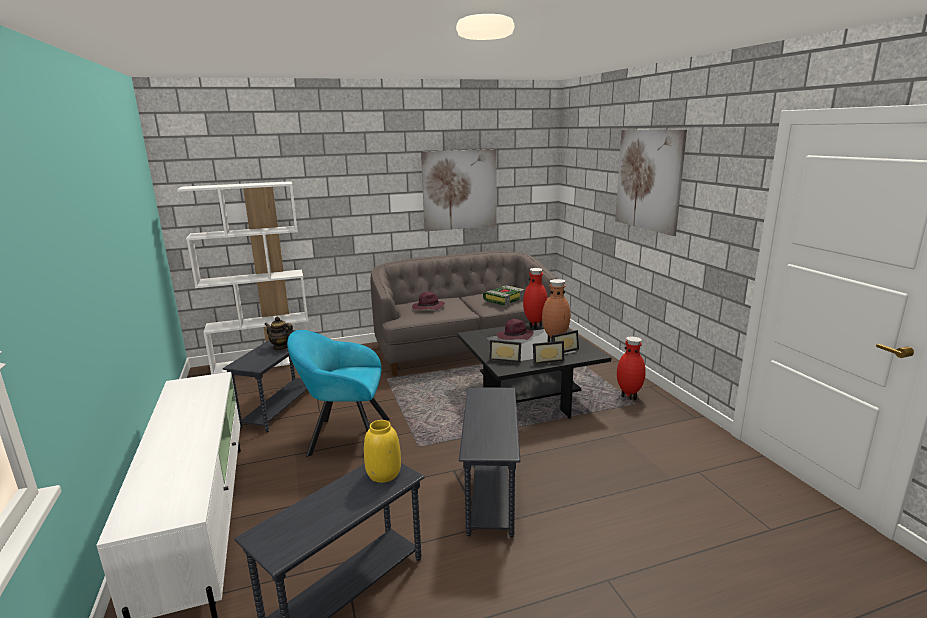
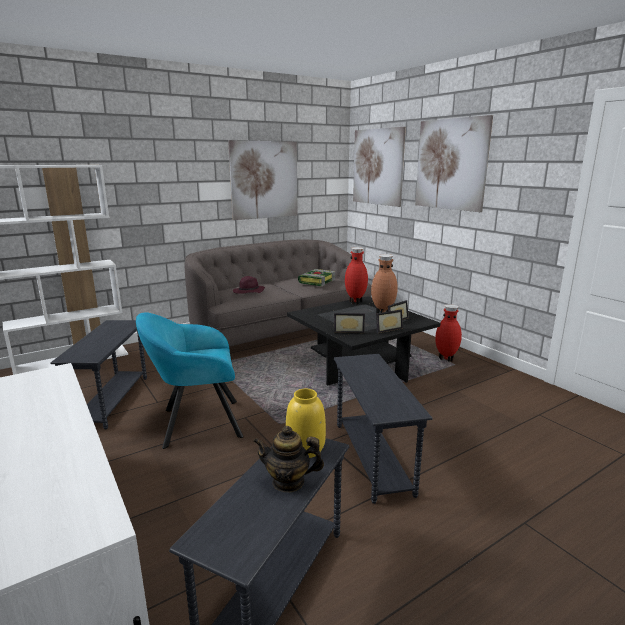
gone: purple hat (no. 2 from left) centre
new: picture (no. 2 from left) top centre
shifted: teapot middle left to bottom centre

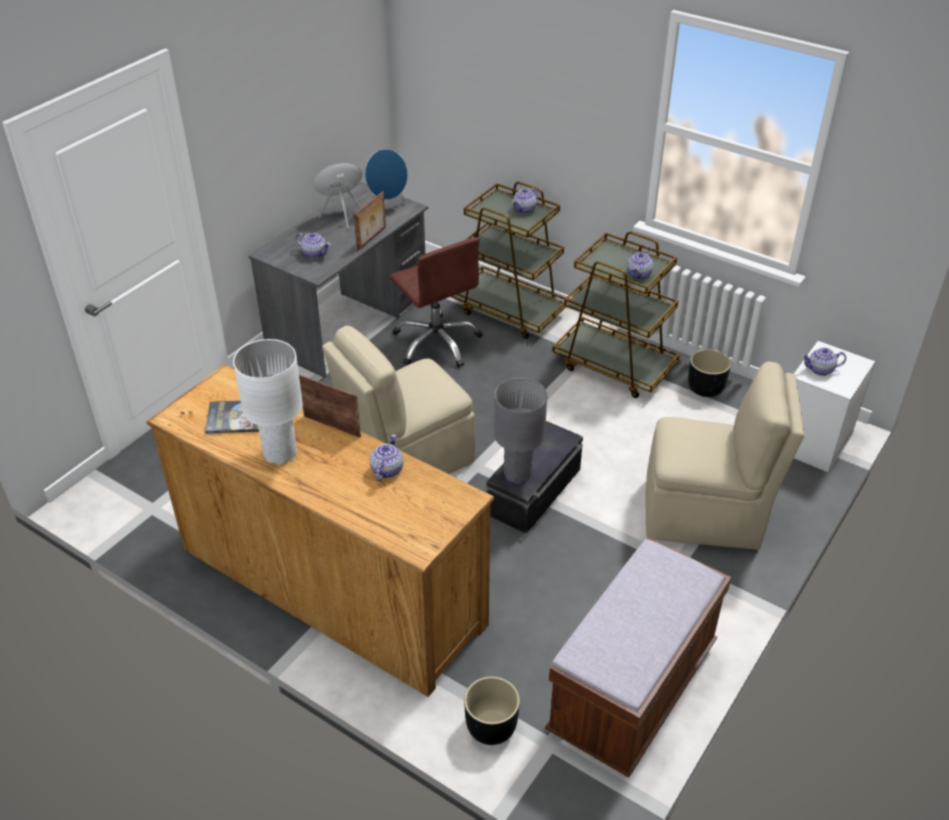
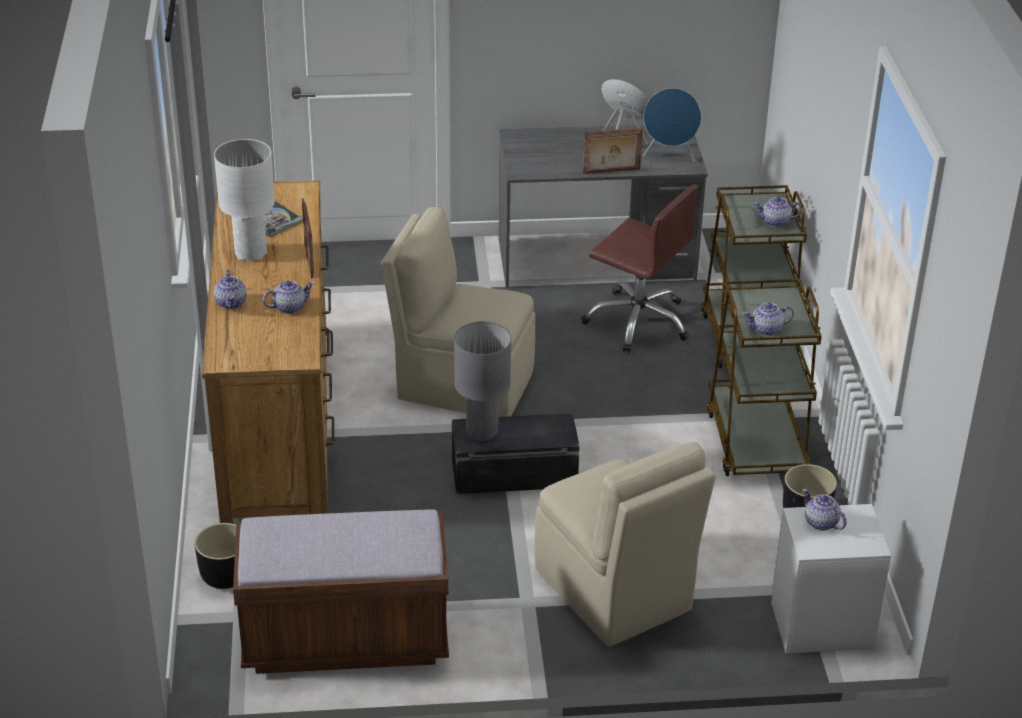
shifted: teapot (no. 1 from left) top left to middle left
rotated: brown office chair centre = centre 75 degrees counterclockwise

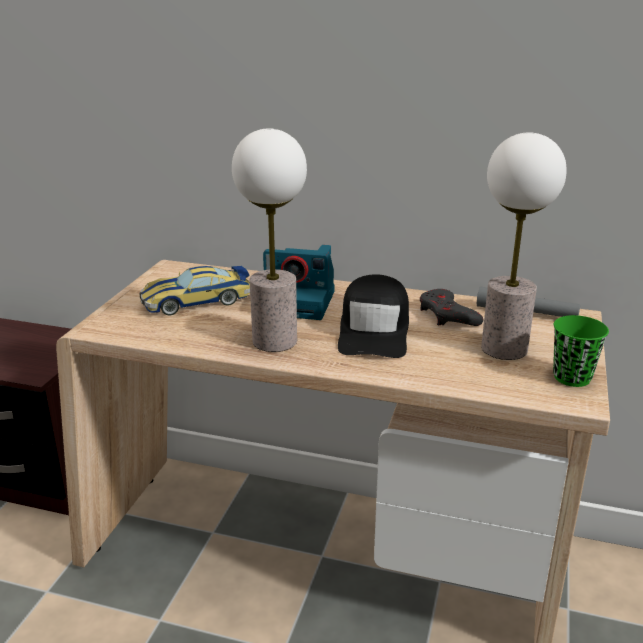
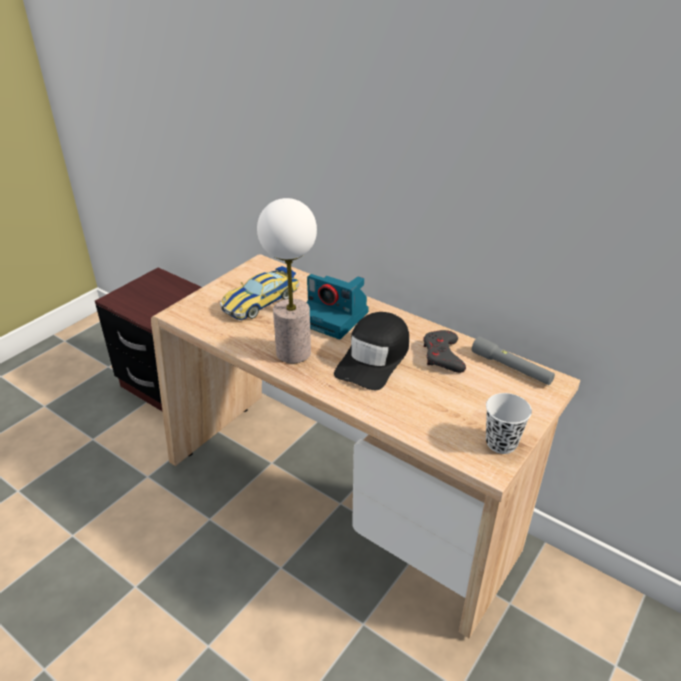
gone: table lamp (no. 2 from left) middle right
repainted: green cup middle right to white cup middle right
rotated: toy car middle left = centre 45 degrees counterclockwise

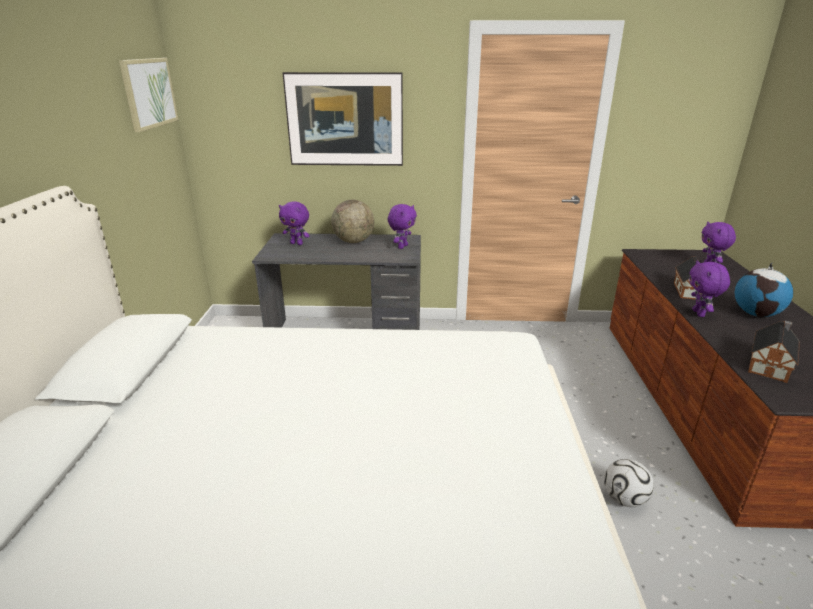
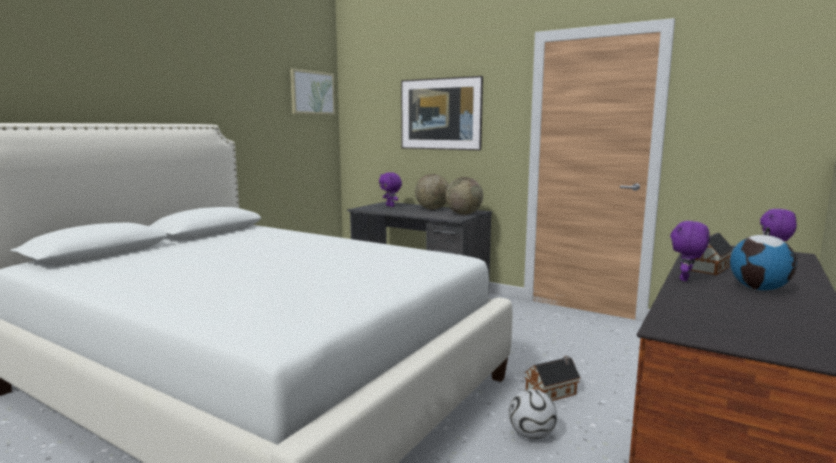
shifted: toy house (no. 2 from left in the first image) middle right to toy house (no. 1 from left) bottom centre
swapped: purple plush toy (no. 2 from left) centre to globe (no. 2 from left) centre

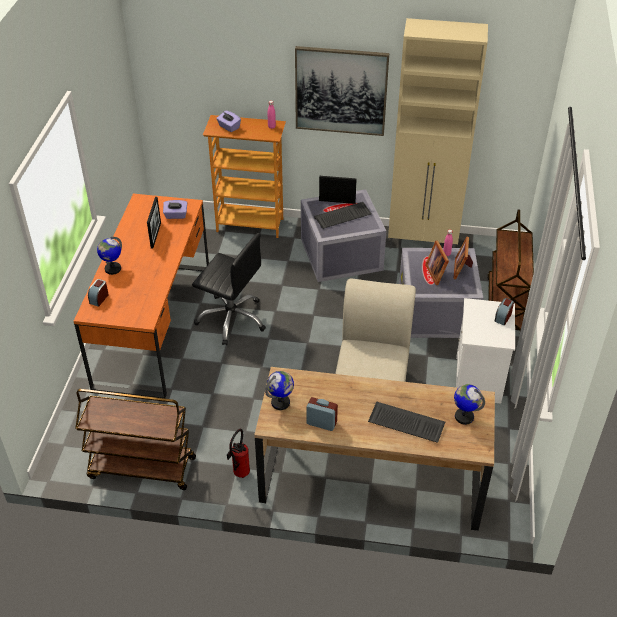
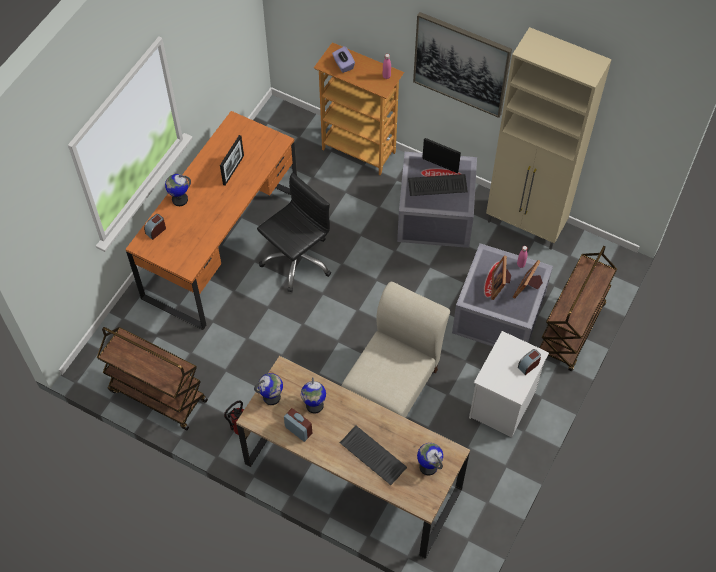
gone: purple tissue box (no. 1 from left) middle left
new: globe (no. 3 from left) bottom centre
rotated: black office chair centre = centre 90 degrees counterclockwise

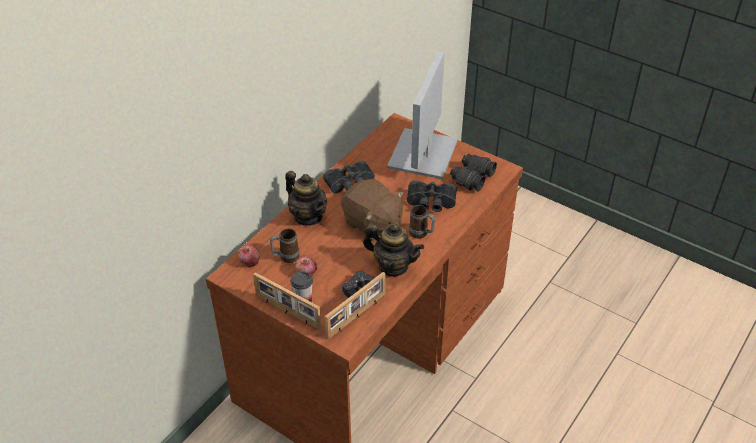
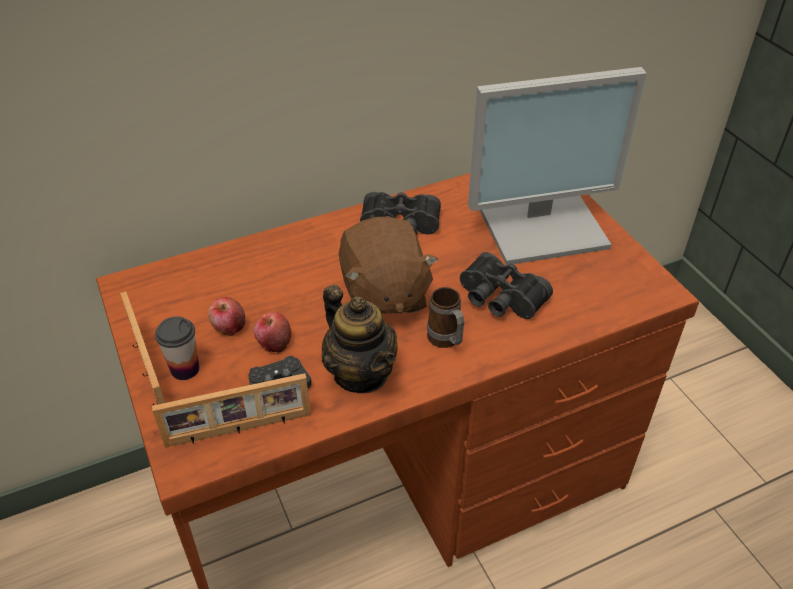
gone: black binoculars (no. 3 from left) centre; teapot (no. 1 from left) centre; mug (no. 1 from left) centre
shifted: apple (no. 1 from left in the first image) middle left to apple (no. 2 from left) centre
rotated: monitor top centre = top right 150 degrees counterclockwise

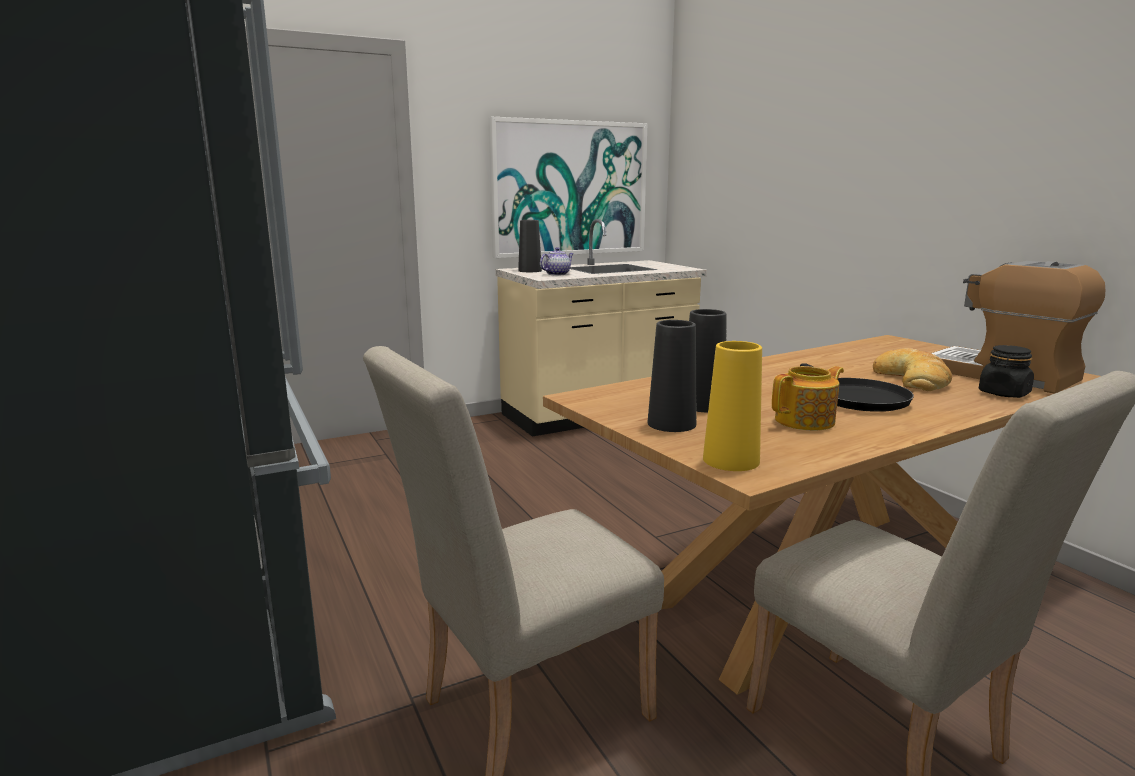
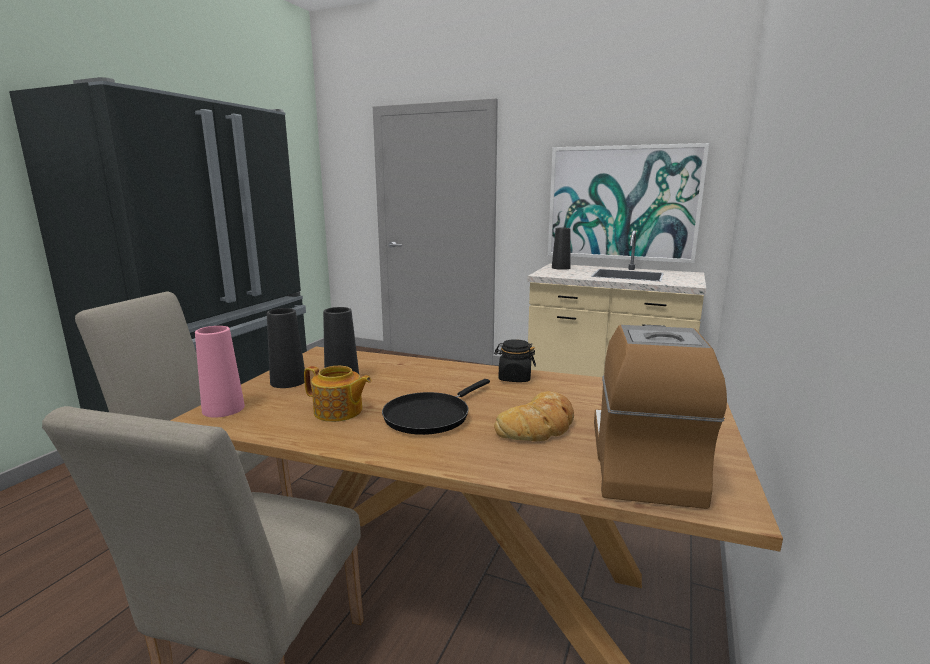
gone: teapot (no. 1 from left) centre
shifted: black jar middle right to centre
repainted: yellow vase centre to pink vase middle left

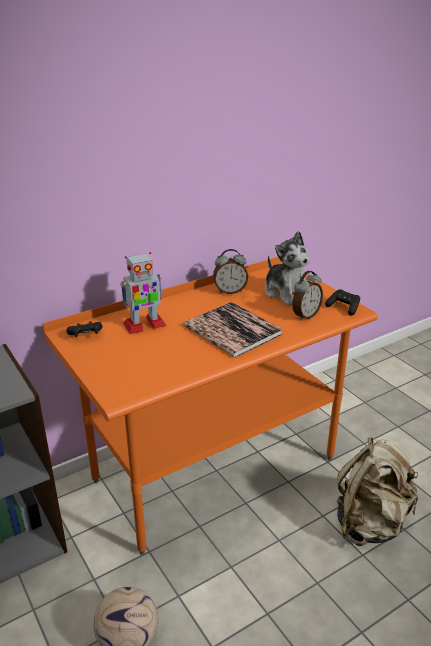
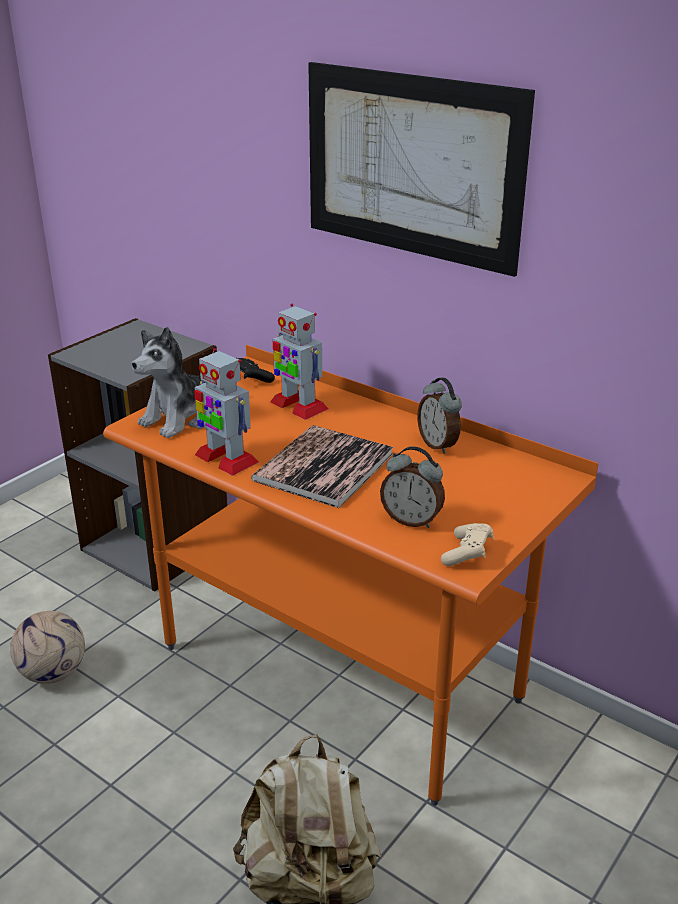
new: picture top centre; toy robot (no. 1 from left) centre
shifted: plush toy centre to middle left
repainted: black game controller (no. 2 from left) middle right to beige game controller middle right

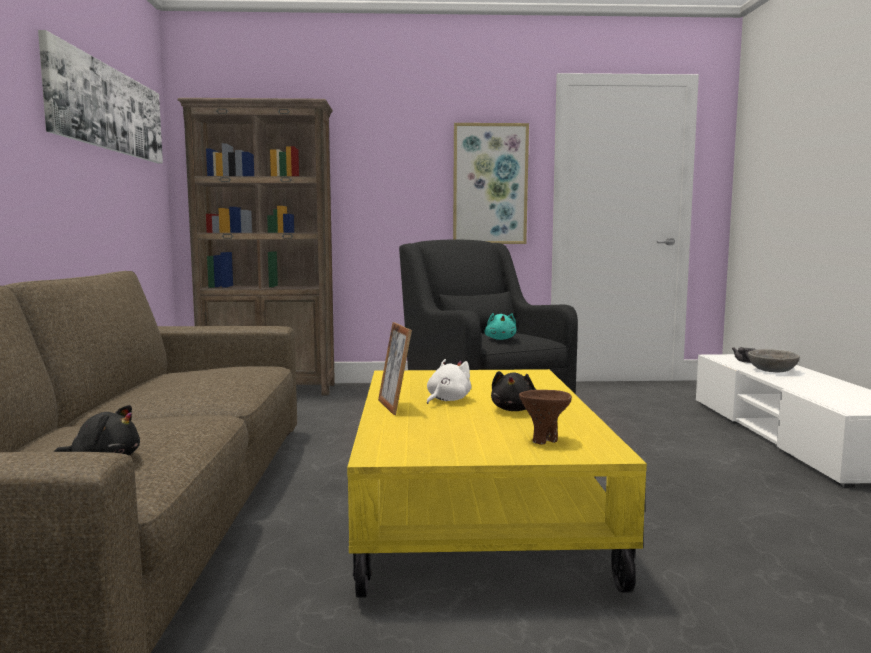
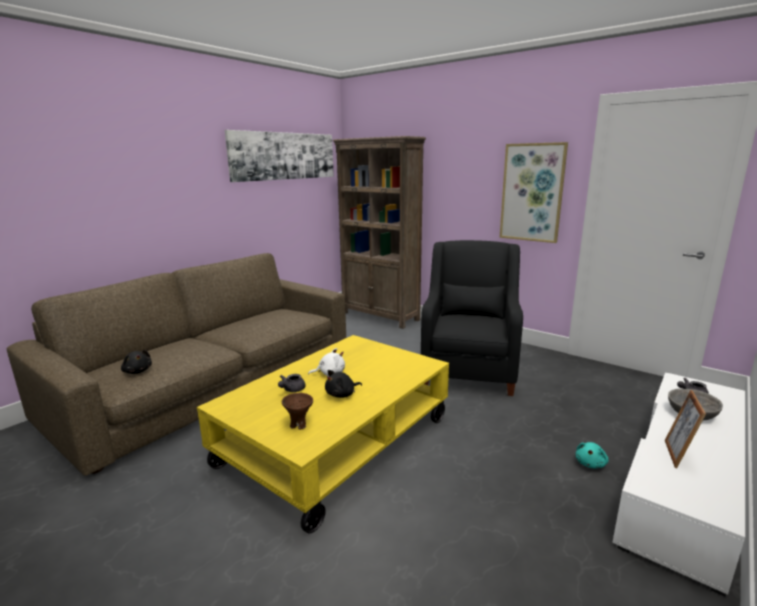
new: grey teapot (no. 1 from left) centre
shifted: turquoise plush toy centre to bottom right; picture frame centre to bottom right

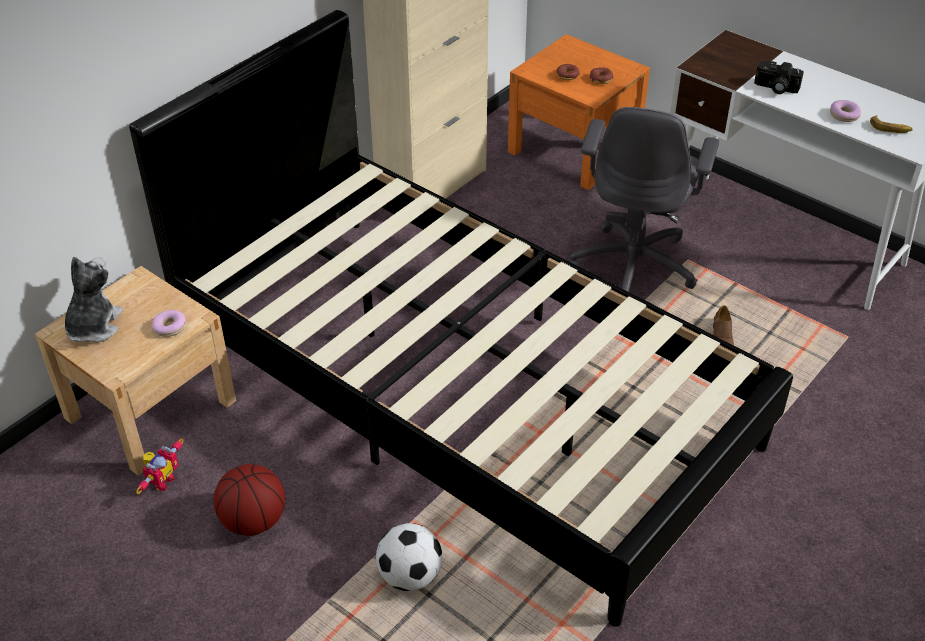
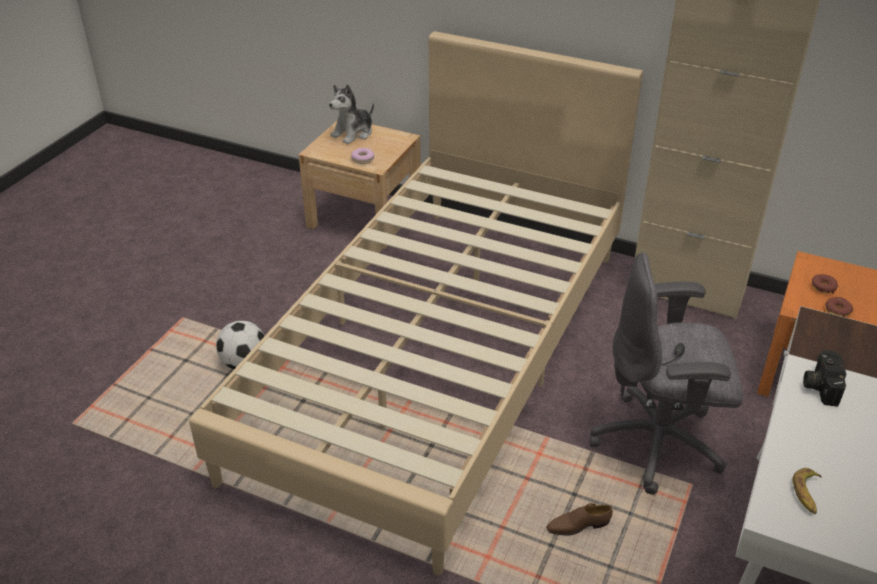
gone: donut (no. 4 from left) top right; toy robot bottom left; basketball bottom left
repainted: black bed centre to beige bed centre
rotated: plush toy middle left = top centre 135 degrees clockwise

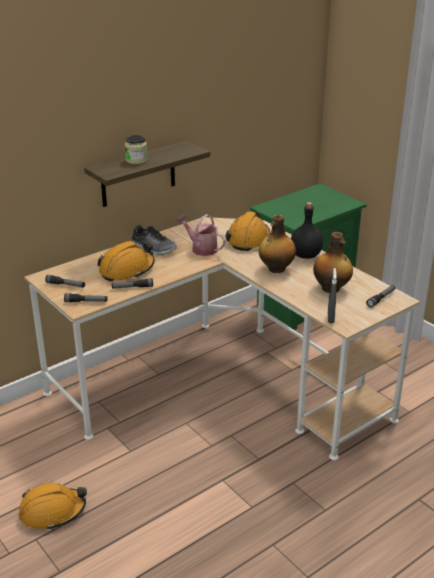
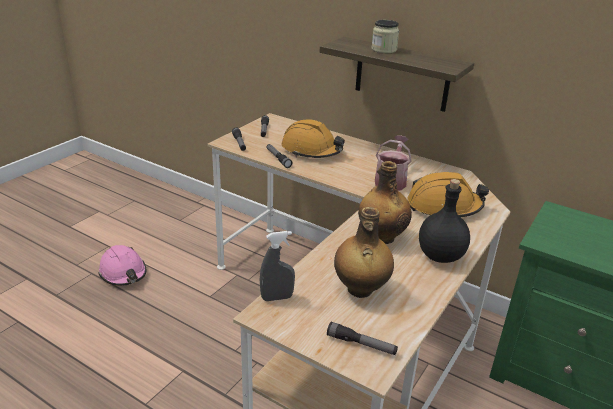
gone: shoe centre
repainted: orange hard hat (no. 1 from left) bottom left to pink hard hat middle left

